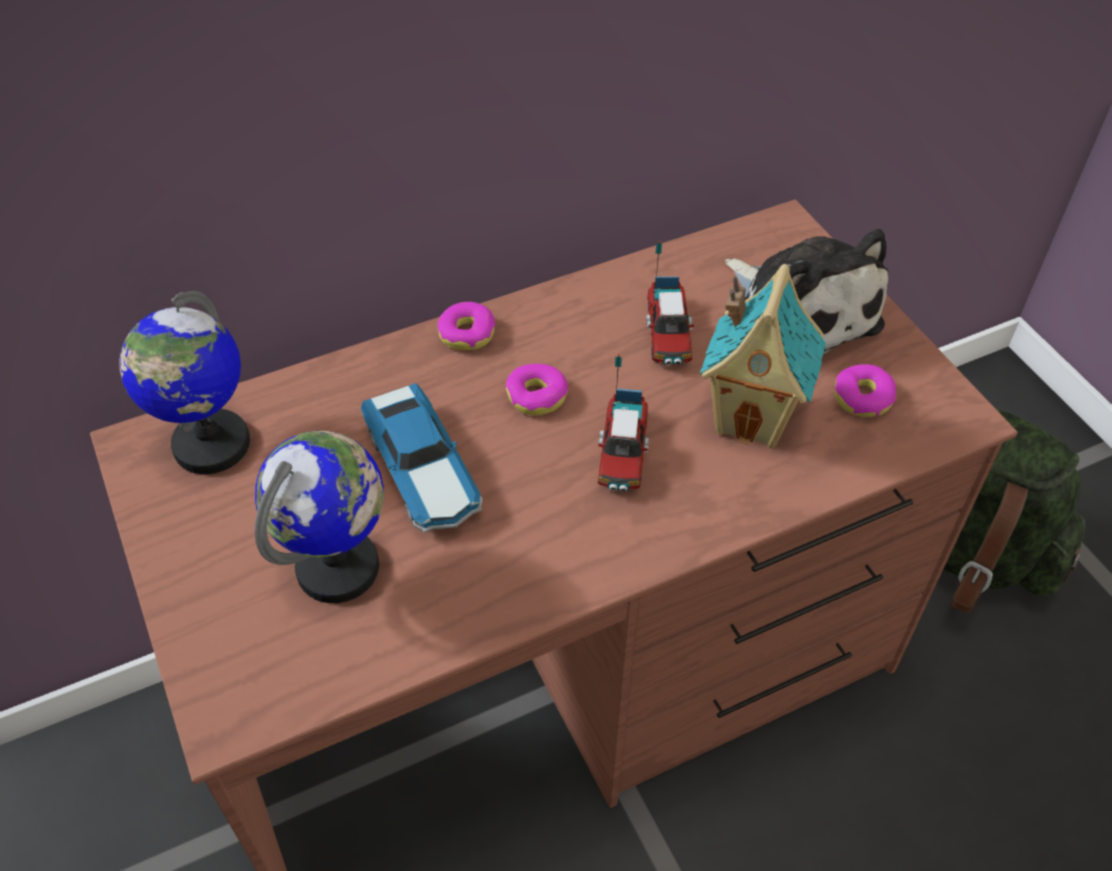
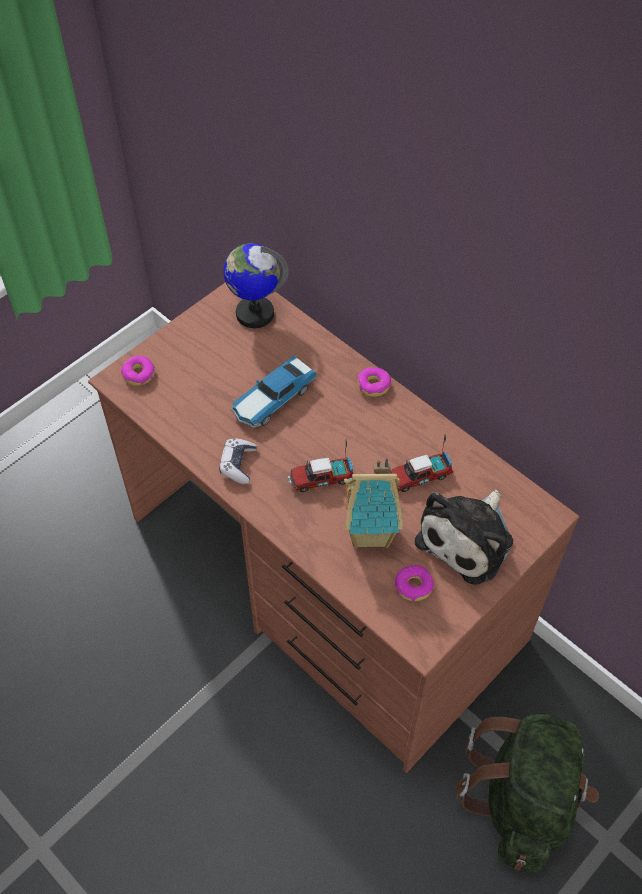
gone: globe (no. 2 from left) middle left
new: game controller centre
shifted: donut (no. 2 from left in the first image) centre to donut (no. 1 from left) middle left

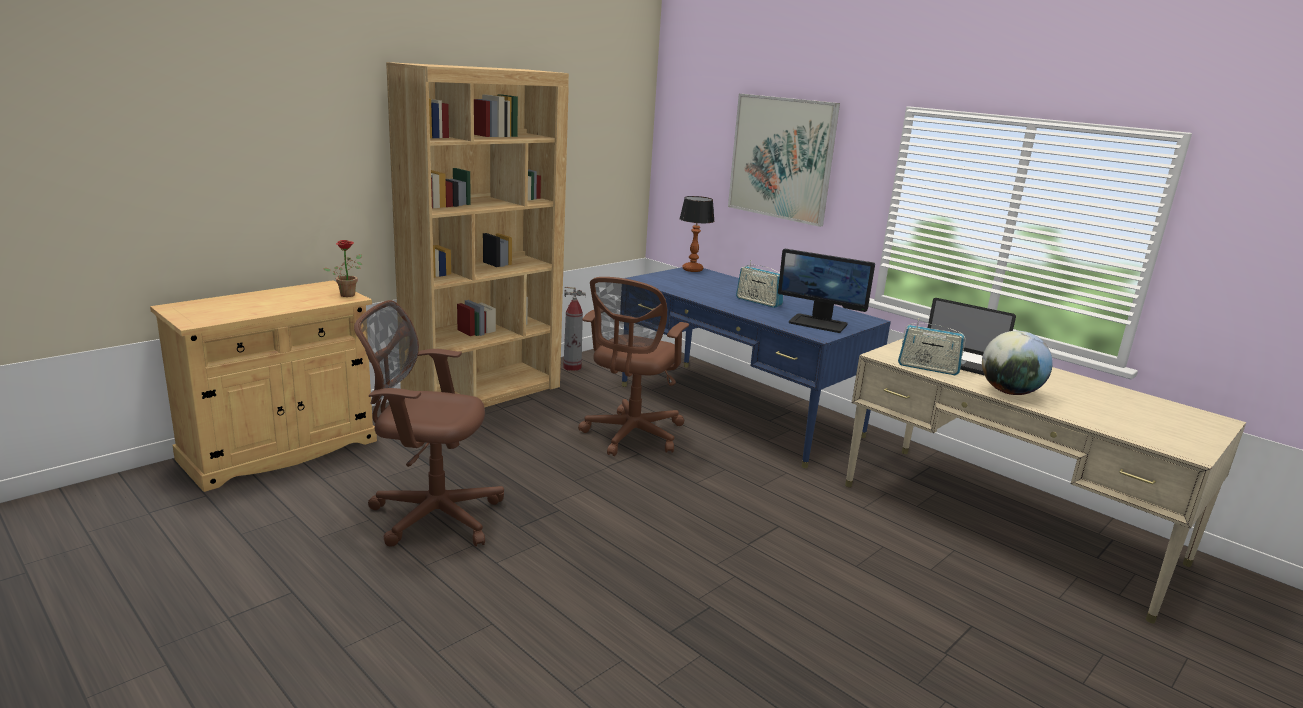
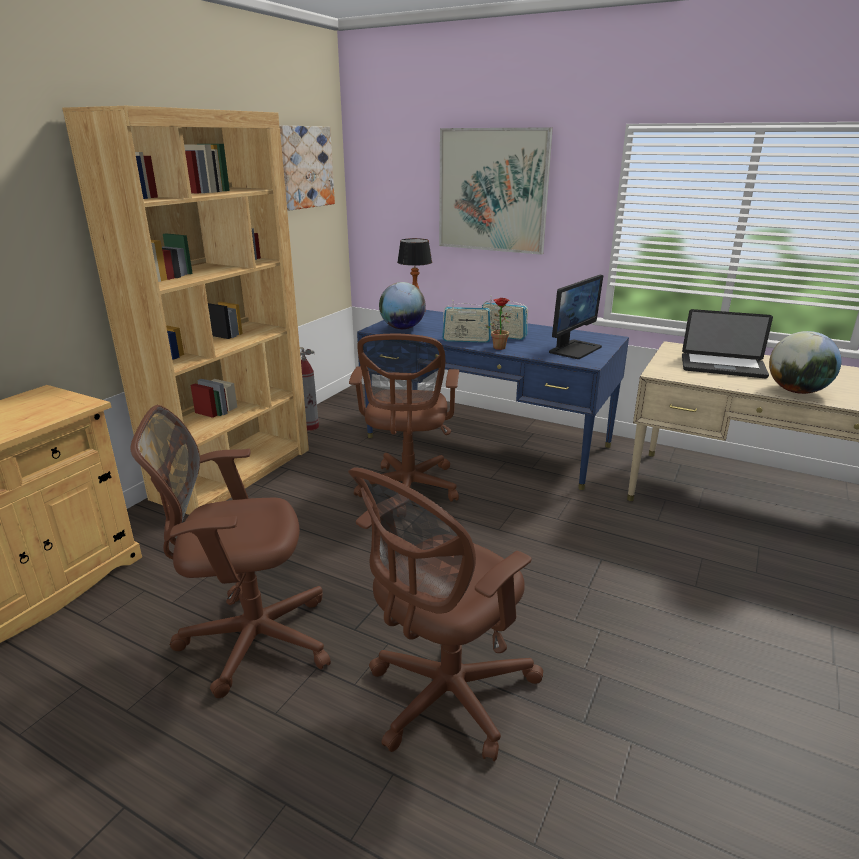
new: picture (no. 1 from left) top centre; globe (no. 1 from left) centre; brown office chair (no. 3 from left) bottom centre
shifted: potted plant middle left to centre; radio (no. 2 from left in the first image) middle right to radio (no. 1 from left) centre
rotated: monitor centre = middle right 60 degrees counterclockwise

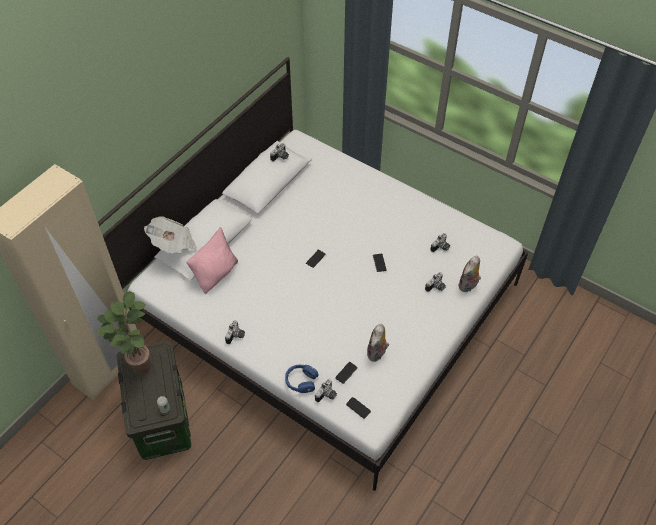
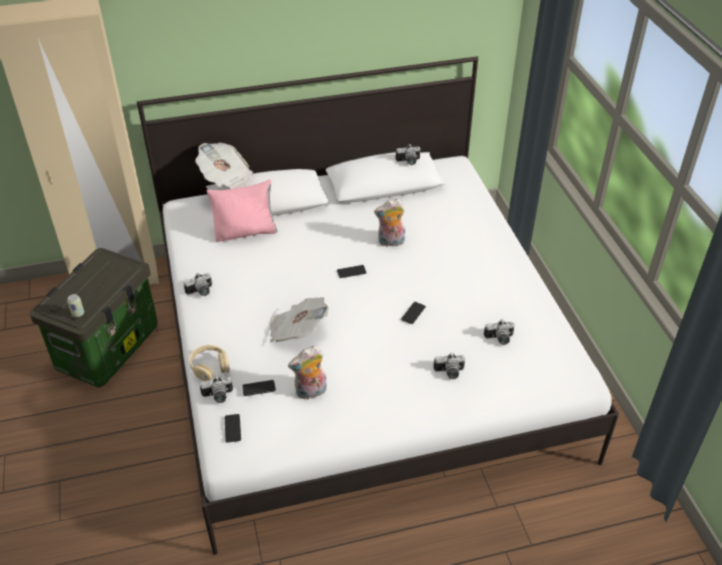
gone: potted plant middle left
new: newspaper (no. 2 from left) centre
shifted: plush toy (no. 2 from left) middle right to centre
repainted: blue headphones bottom centre to beige headphones middle left

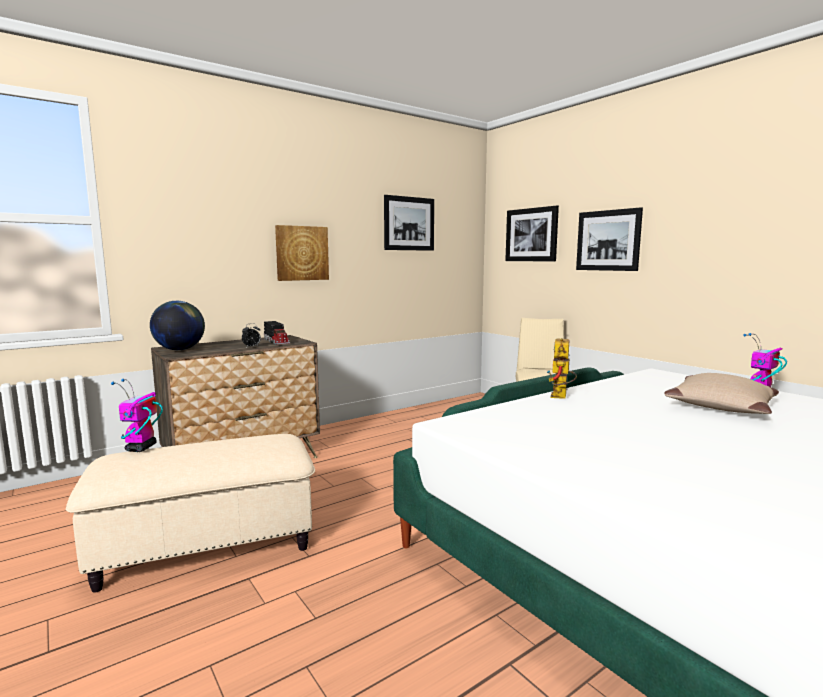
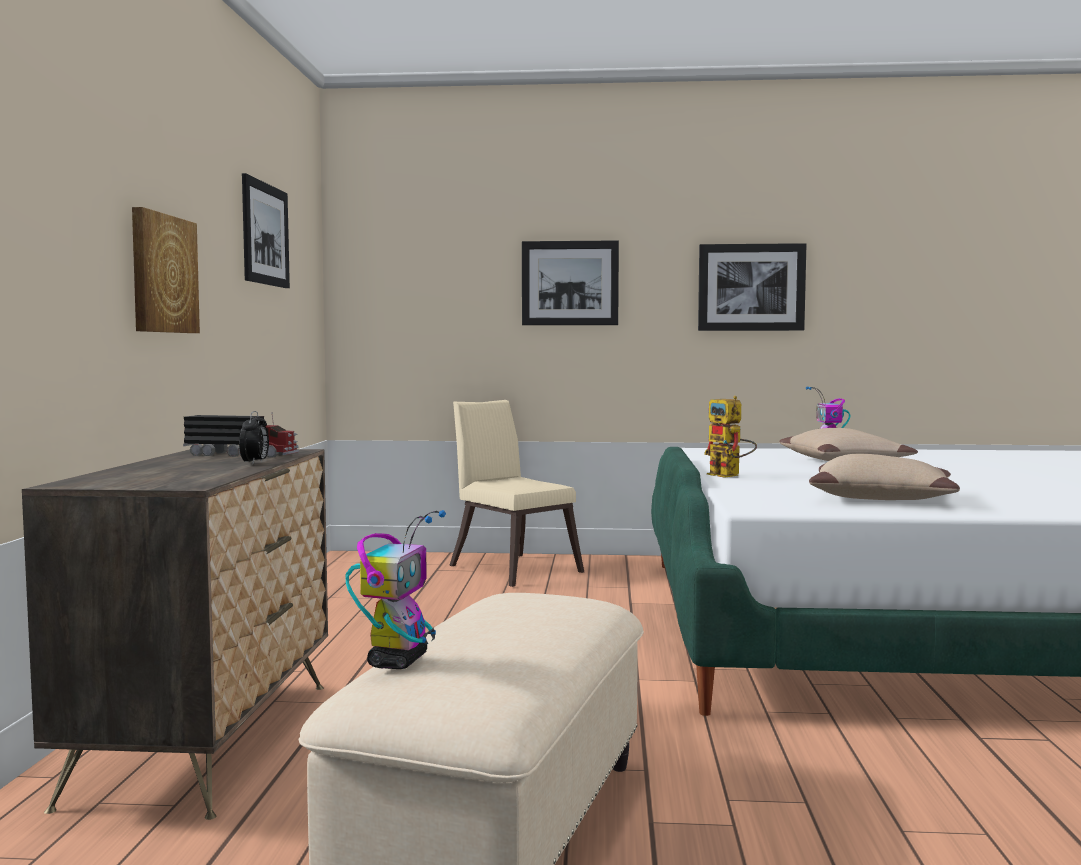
gone: globe middle left
new: beige pillow (no. 2 from left) middle right
shifted: picture (no. 3 from left in the first image) centre to picture (no. 4 from left) top right
rotated: toy robot (no. 1 from left) middle left = bottom centre 120 degrees counterclockwise

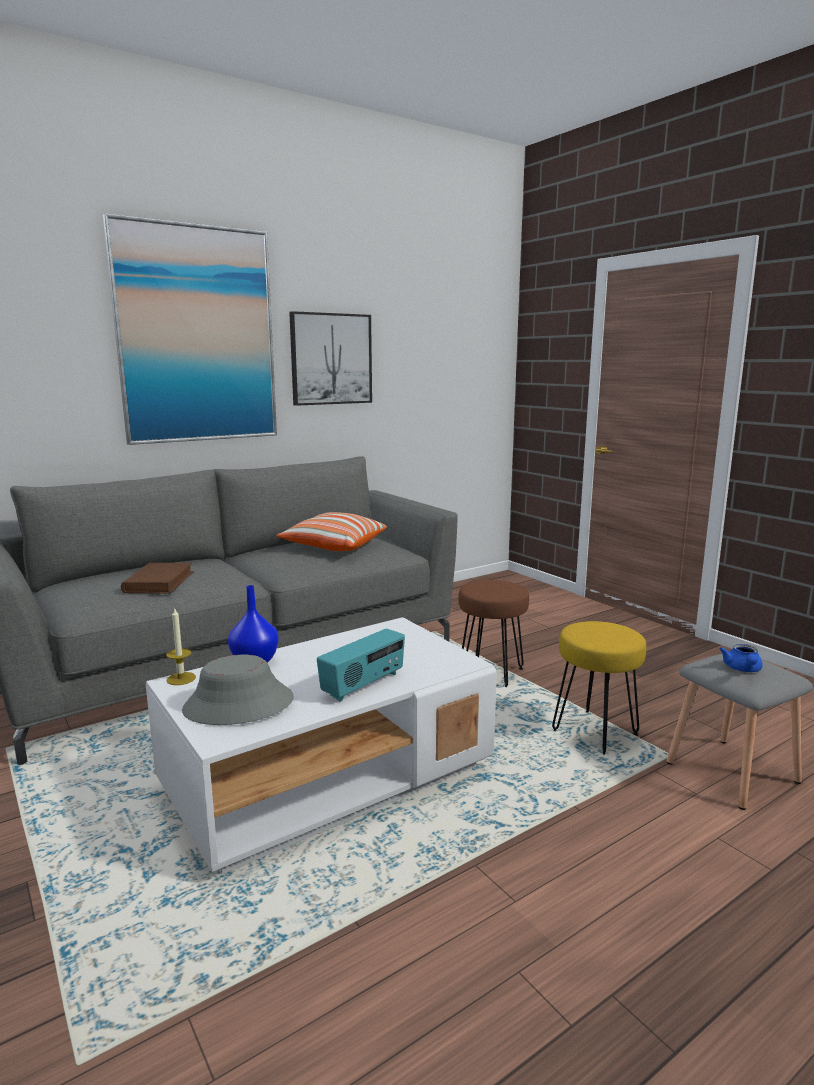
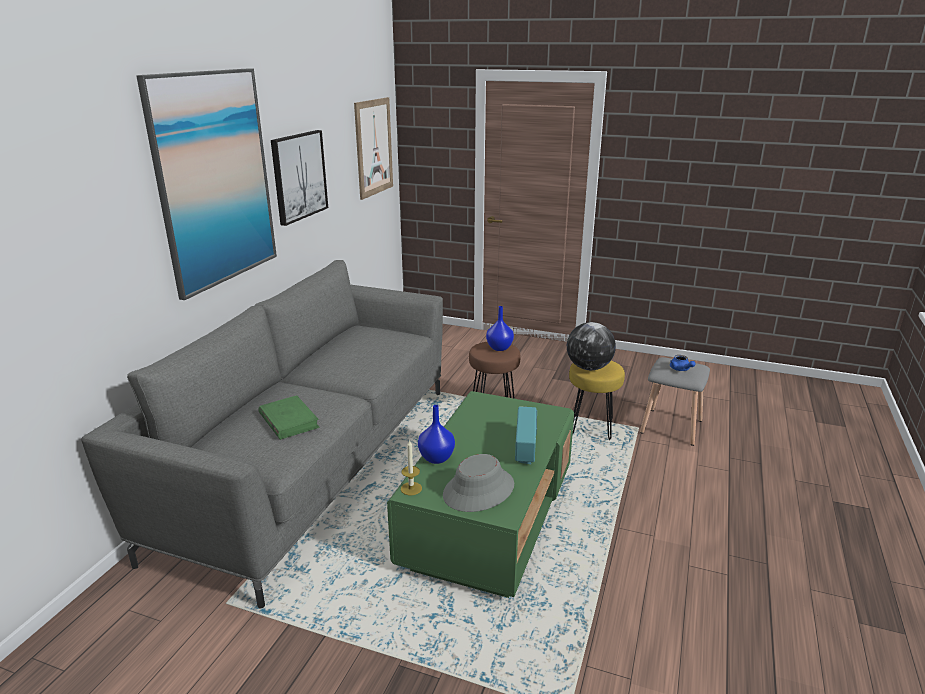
gone: pillow centre
new: picture (no. 3 from left) top centre; blue vase (no. 2 from left) centre; globe centre
repainted: brown book middle left to green book middle left; white coffee table bottom centre to green coffee table bottom centre

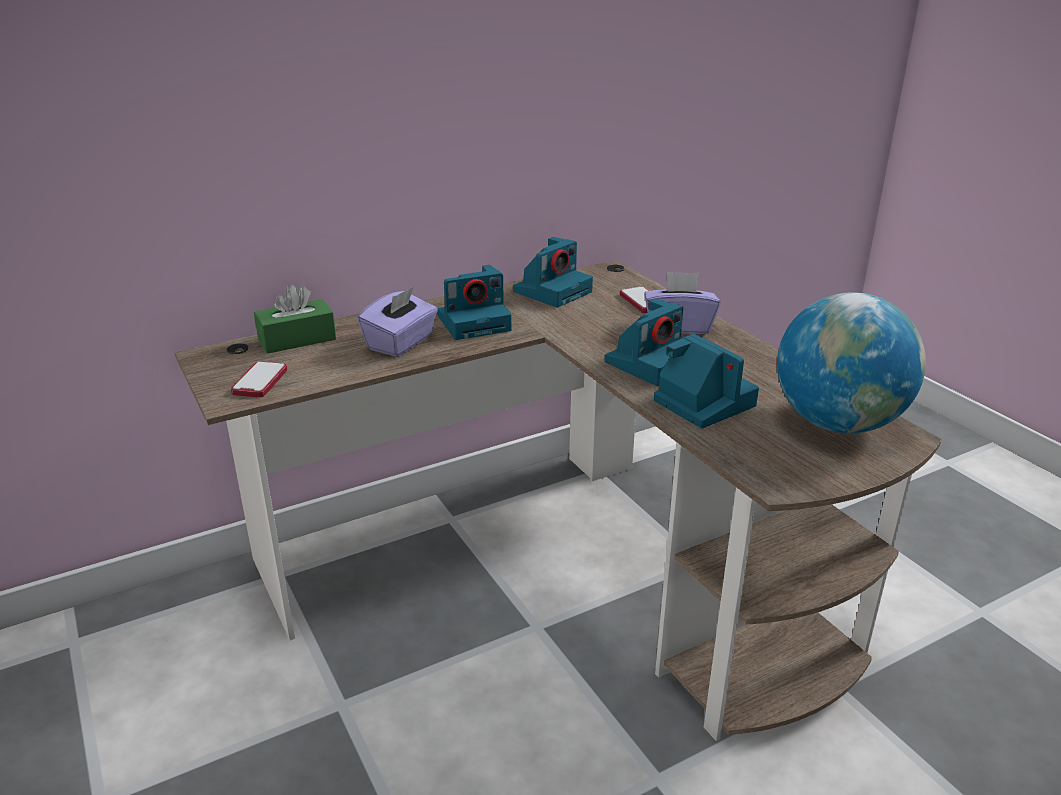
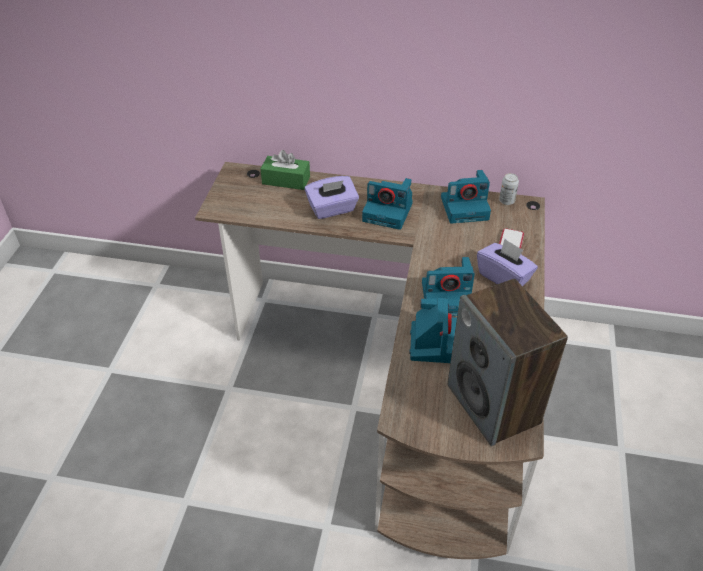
gone: phone (no. 1 from left) middle left
new: can top right
swapped: globe middle right to speaker middle right

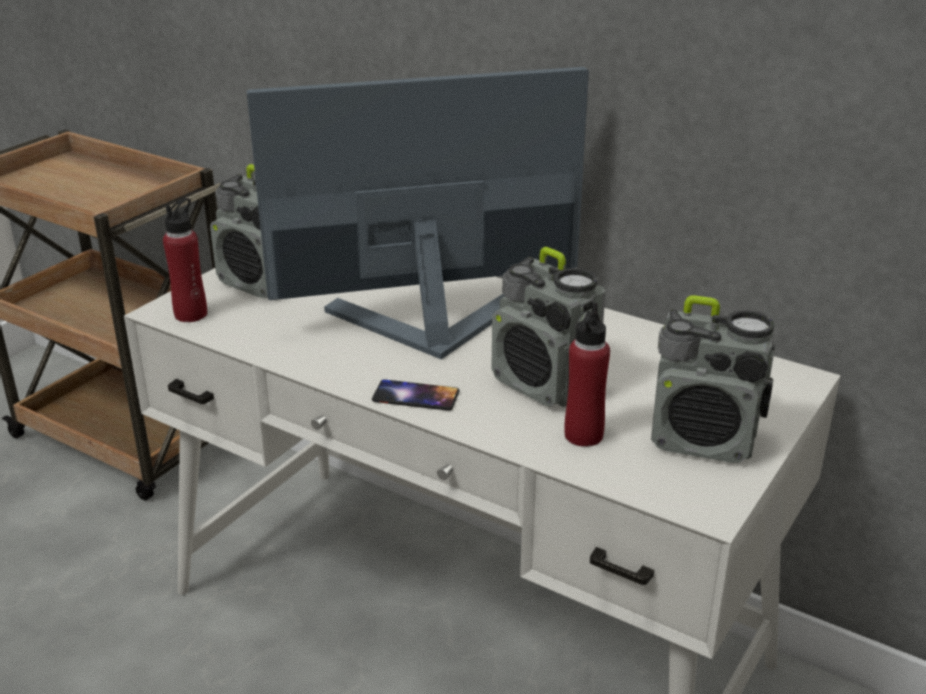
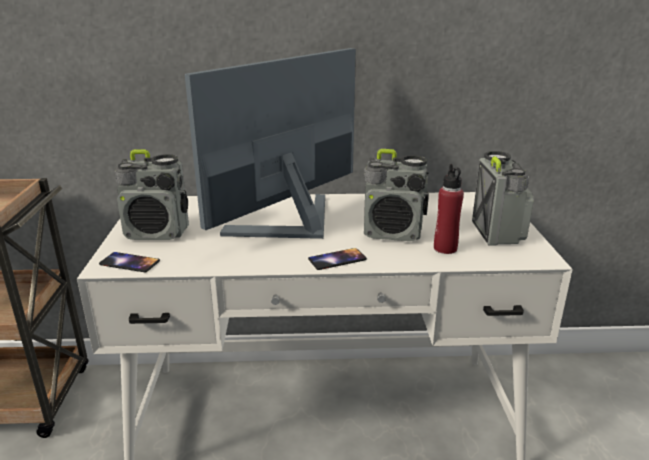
swapped: red bottle (no. 1 from left) middle left to phone (no. 1 from left) middle left
rotated: radio (no. 3 from left) middle right = middle right 75 degrees counterclockwise

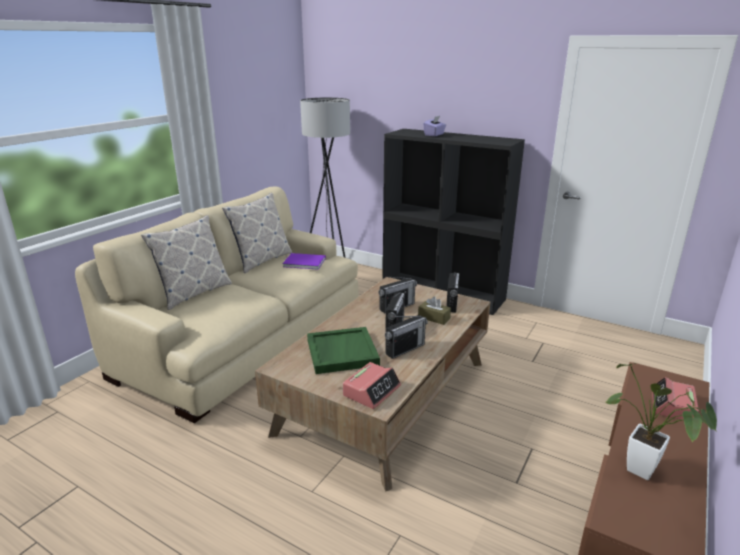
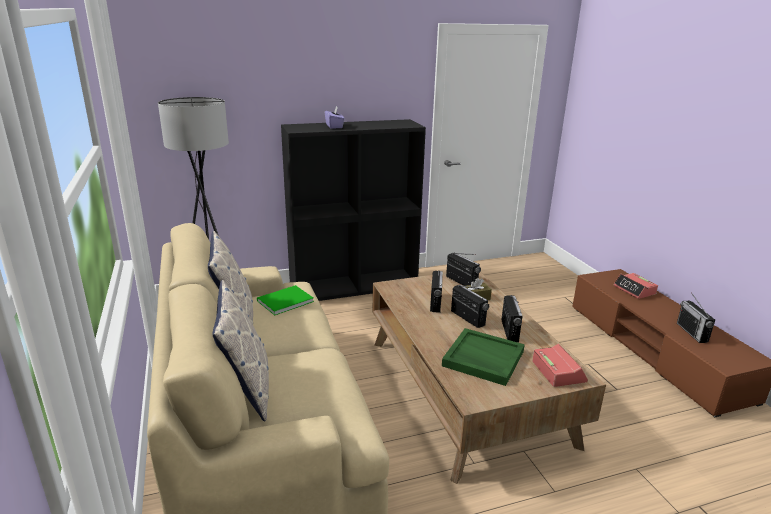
swapped: potted plant bottom right to radio (no. 5 from left) middle right
repainted: purple book centre to green book centre

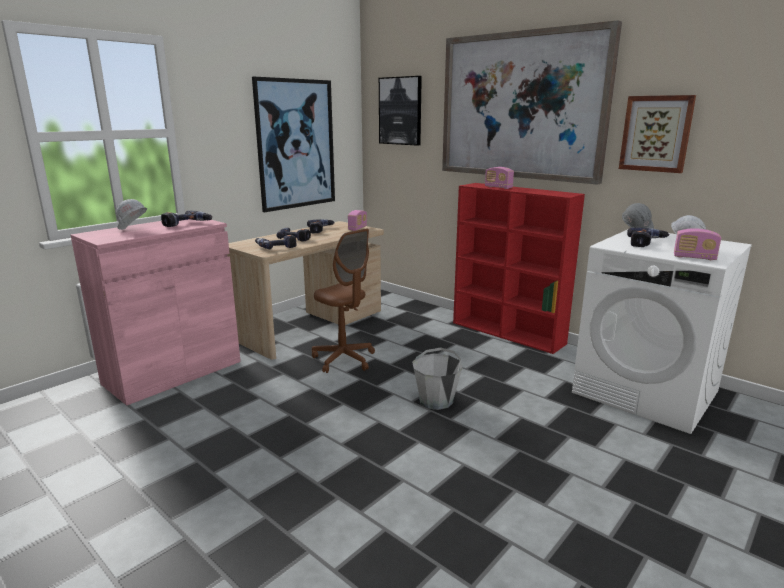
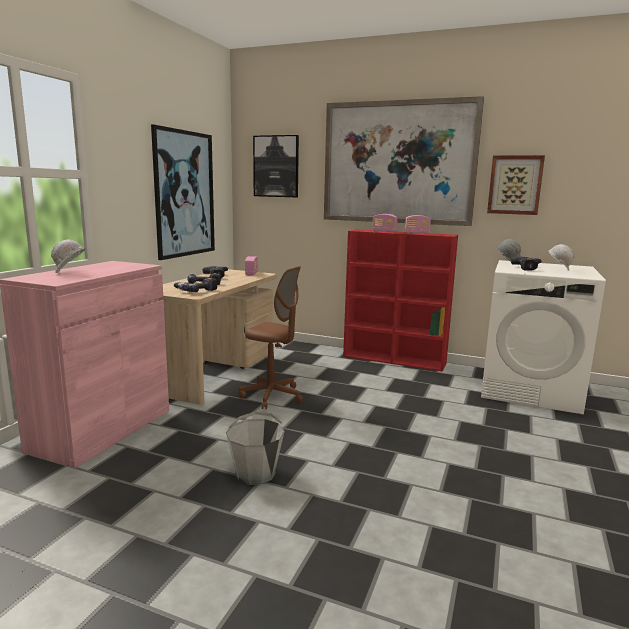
gone: power drill (no. 1 from left) middle left
shifted: radio (no. 3 from left) middle right to centre; grey bucket centre to bottom centre

